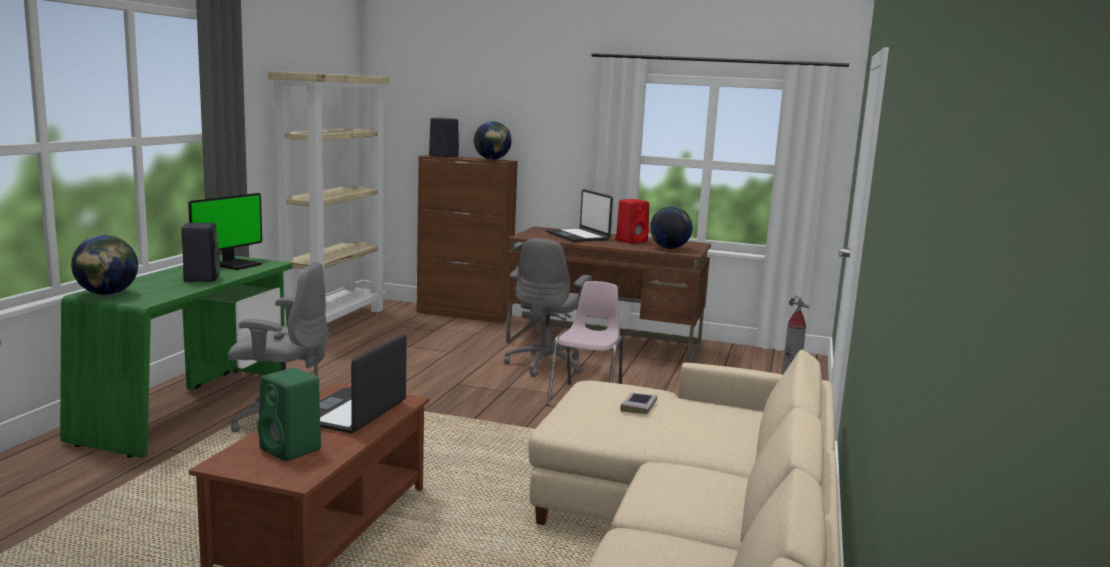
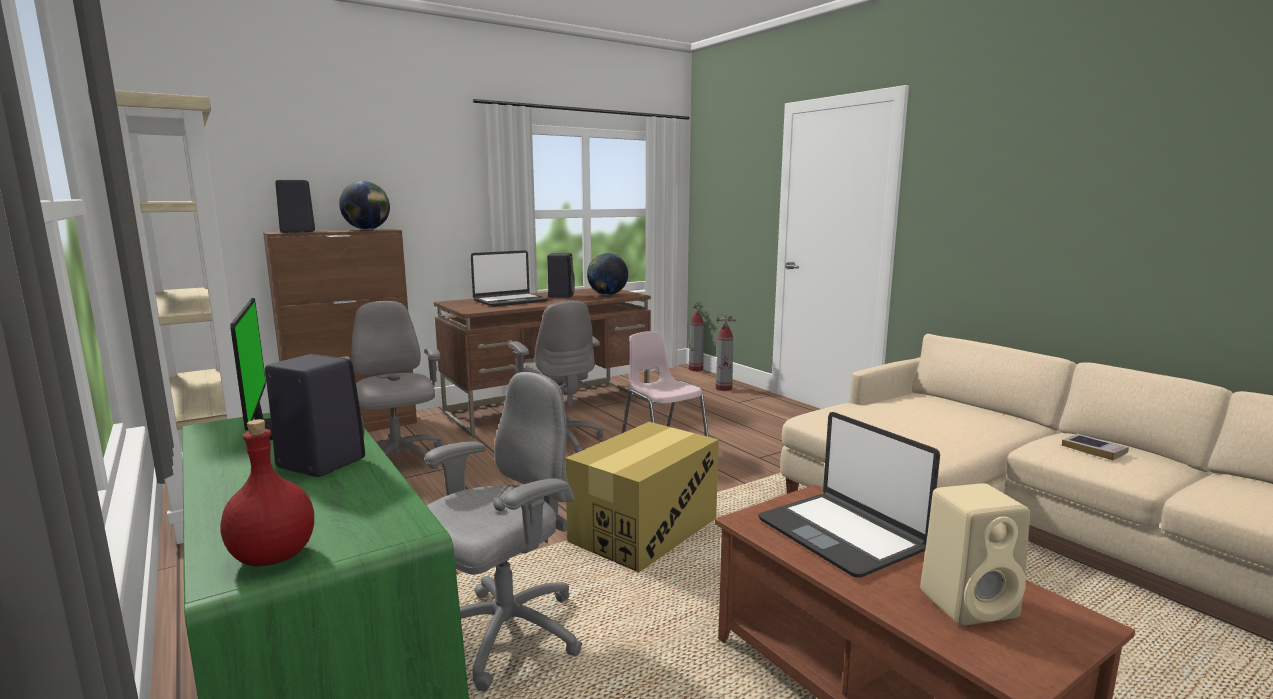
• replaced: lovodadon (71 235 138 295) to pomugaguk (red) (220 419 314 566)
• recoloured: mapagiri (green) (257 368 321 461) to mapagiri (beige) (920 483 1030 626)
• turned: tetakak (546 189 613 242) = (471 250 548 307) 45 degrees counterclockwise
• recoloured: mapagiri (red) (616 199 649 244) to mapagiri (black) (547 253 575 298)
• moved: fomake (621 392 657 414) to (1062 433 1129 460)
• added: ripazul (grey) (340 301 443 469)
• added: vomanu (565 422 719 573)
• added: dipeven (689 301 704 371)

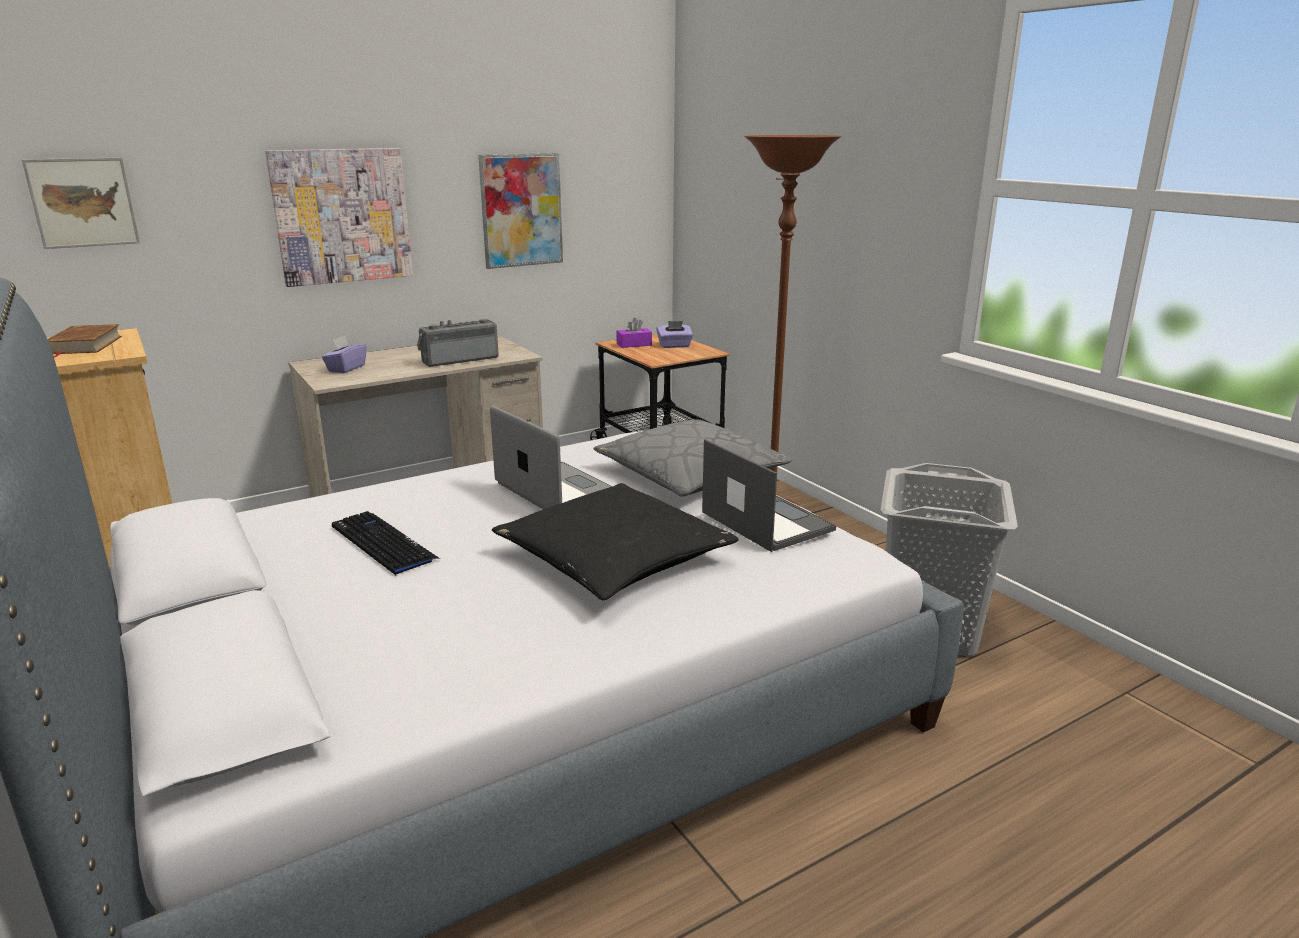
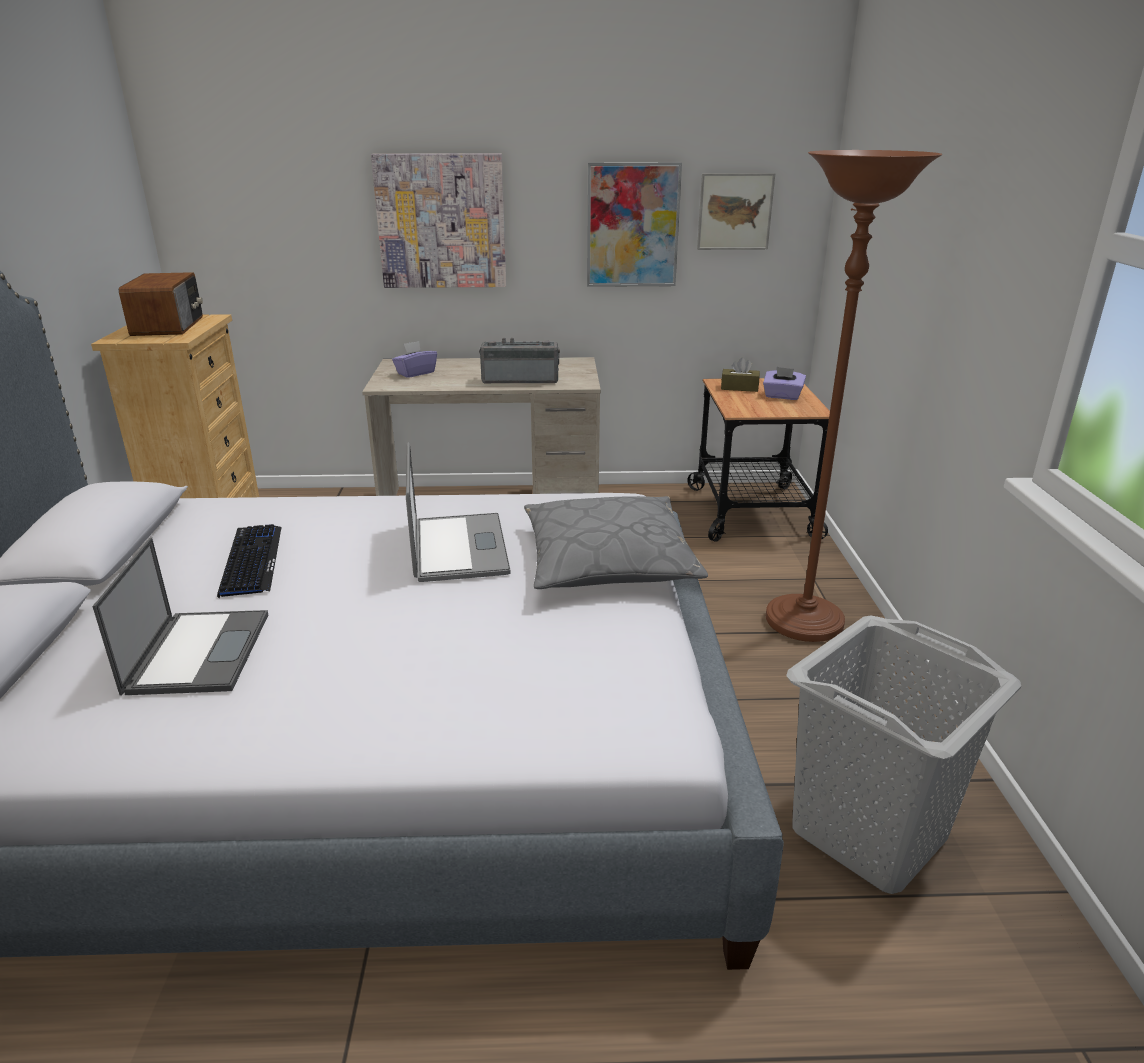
• moved: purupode (22 157 140 249) to (697 173 775 250)
• replaced: fomake (brown) (47 324 122 358) to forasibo (119 272 203 336)
• removed: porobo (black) (492 483 739 600)
• recoloured: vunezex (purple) (616 318 652 348) to vunezex (brown) (721 357 760 392)
• moved: tetakak (702 439 836 552) to (92 538 268 696)

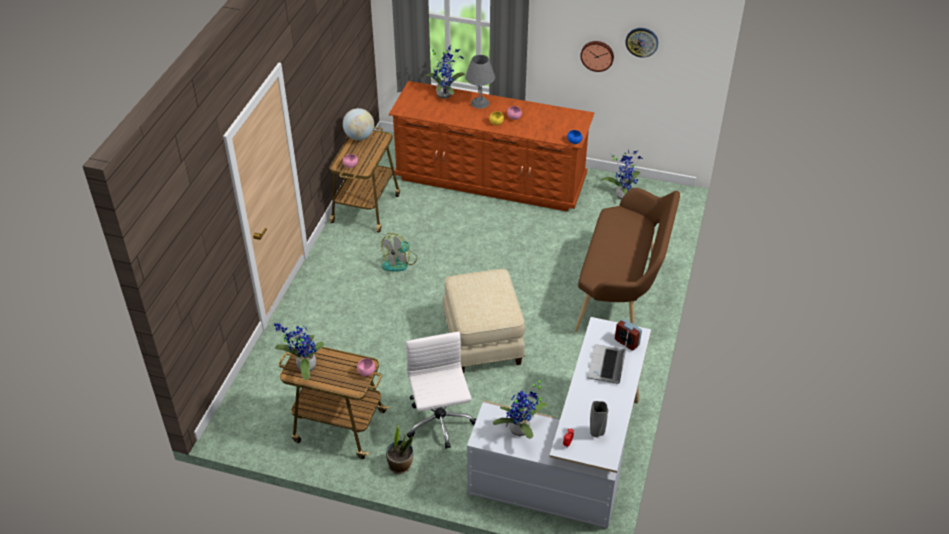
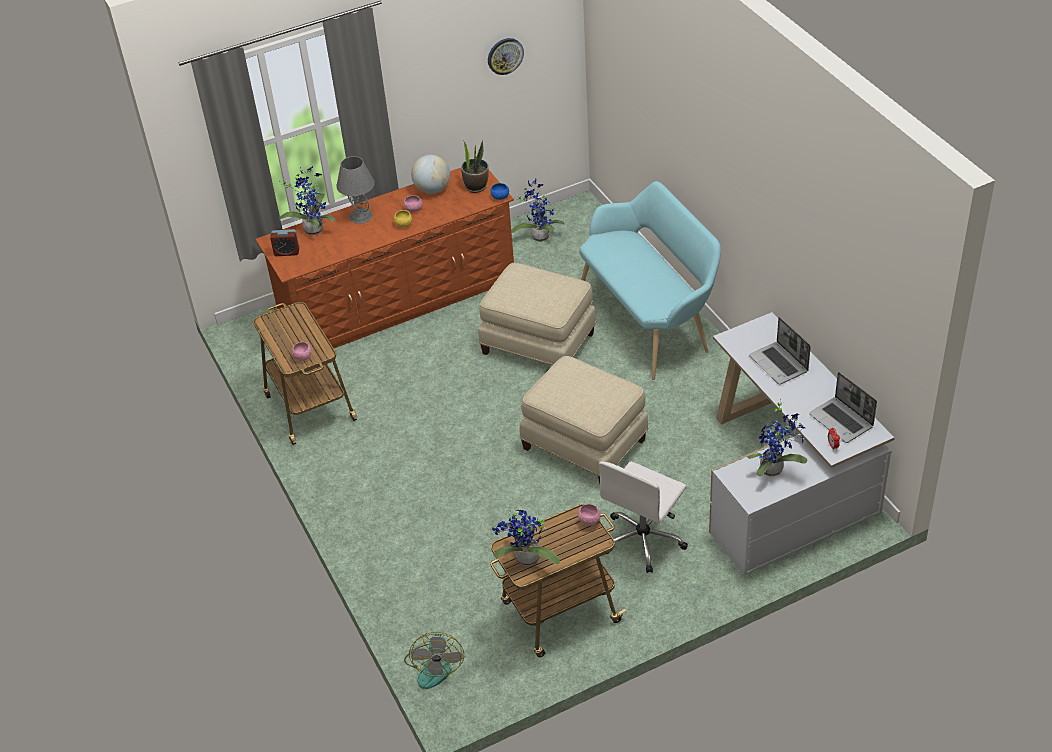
• moved: lovodadon (343 108 374 140) to (411 155 450 194)
• moved: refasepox (381 233 417 272) to (404 632 464 689)
• moved: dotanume (386 425 414 474) to (461 140 489 193)
• turned: ripazul (white) (406 332 476 449) = (599 461 688 573) 90 degrees counterclockwise
• recoloured: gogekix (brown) (575 188 680 332) to gogekix (turquoise) (579 181 721 380)
• removed: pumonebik (580 41 614 72)
• replaced: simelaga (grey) (590 401 608 437) to tetakak (809 372 877 443)
• moved: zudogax (615 319 642 351) to (270 229 299 256)
• added: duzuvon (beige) (479 263 596 366)

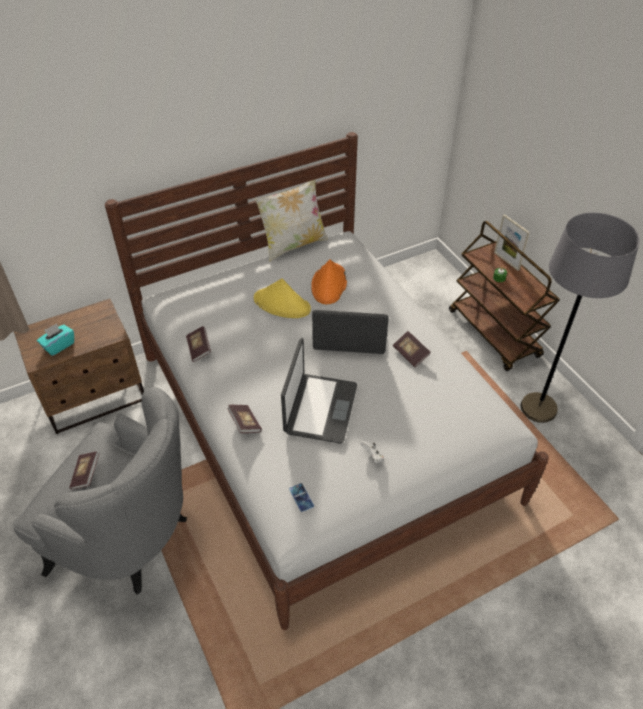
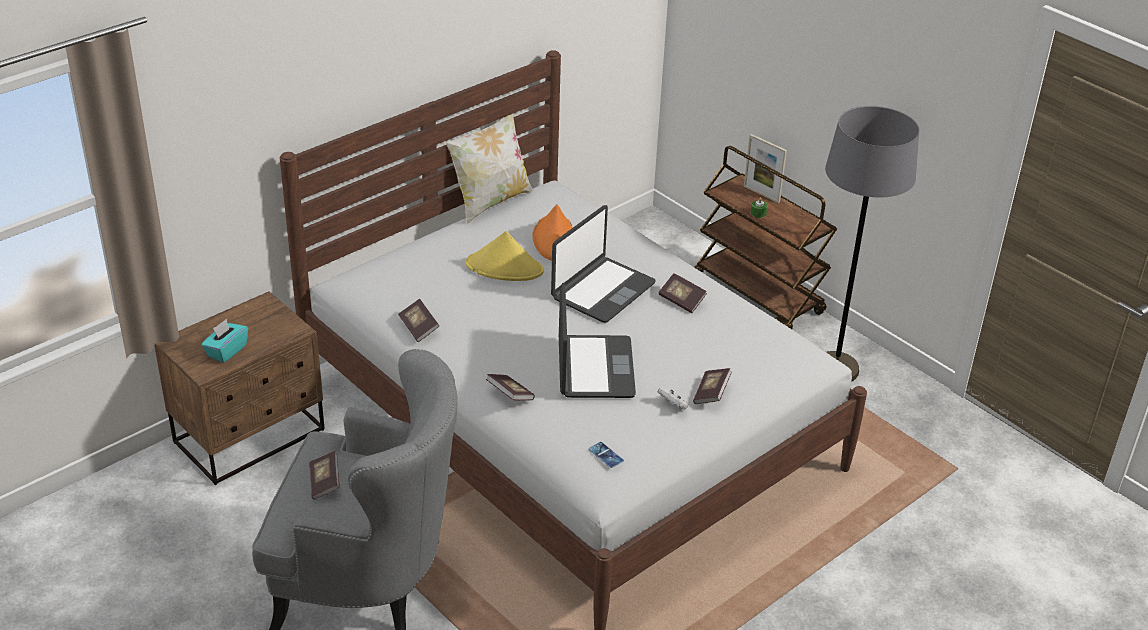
• turned: tetakak (312 310 389 354) = (551 205 656 323) 135 degrees clockwise
• added: fomake (693 368 732 404)

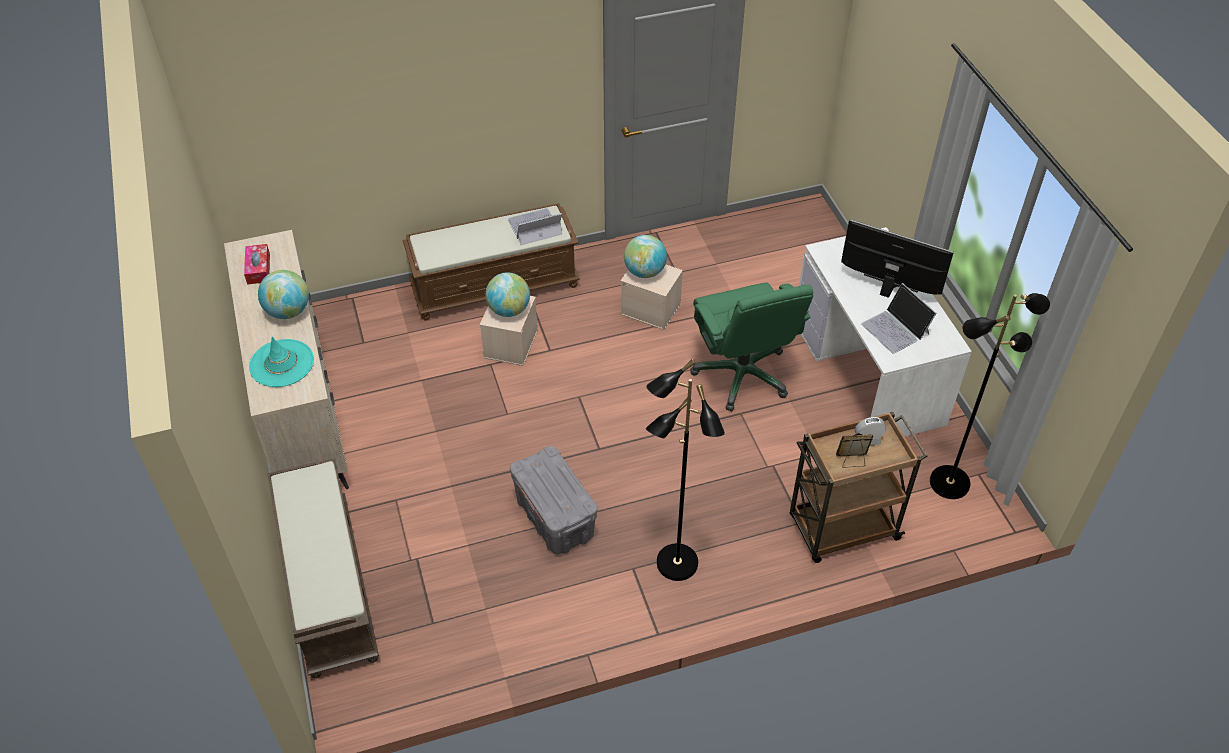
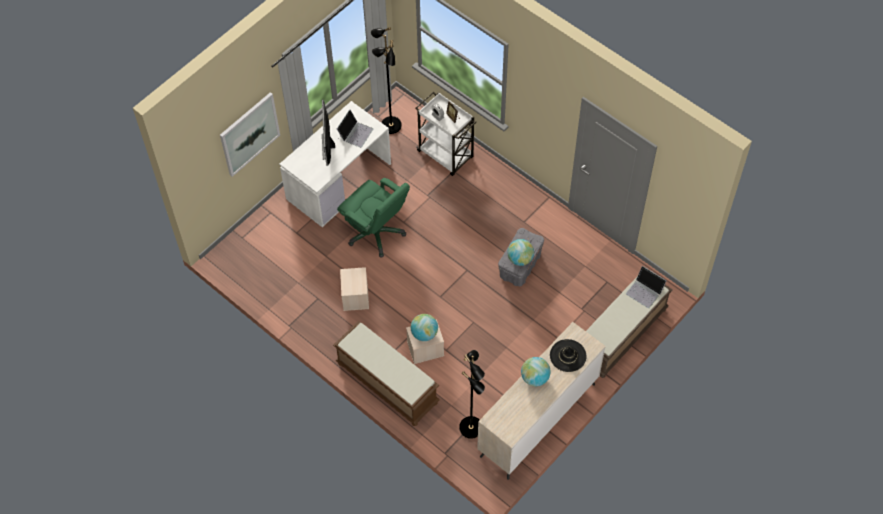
• removed: vunezex (244 244 270 285)
• recoloured: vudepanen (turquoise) (249 336 314 387) to vudepanen (black) (550 339 587 372)
• moved: tetakak (508 208 562 245) to (626 266 667 308)
• moved: lovodadon (624 235 667 278) to (507 239 534 266)
• moved: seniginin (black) (645 359 725 581) to (459 350 485 439)
• turned: ripazul (green) (690 282 813 411) = (337 178 410 258) 90 degrees clockwise
• recoloured: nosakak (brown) (790 412 928 563) to nosakak (white) (416 92 476 176)
• added: purupode (220 92 280 177)

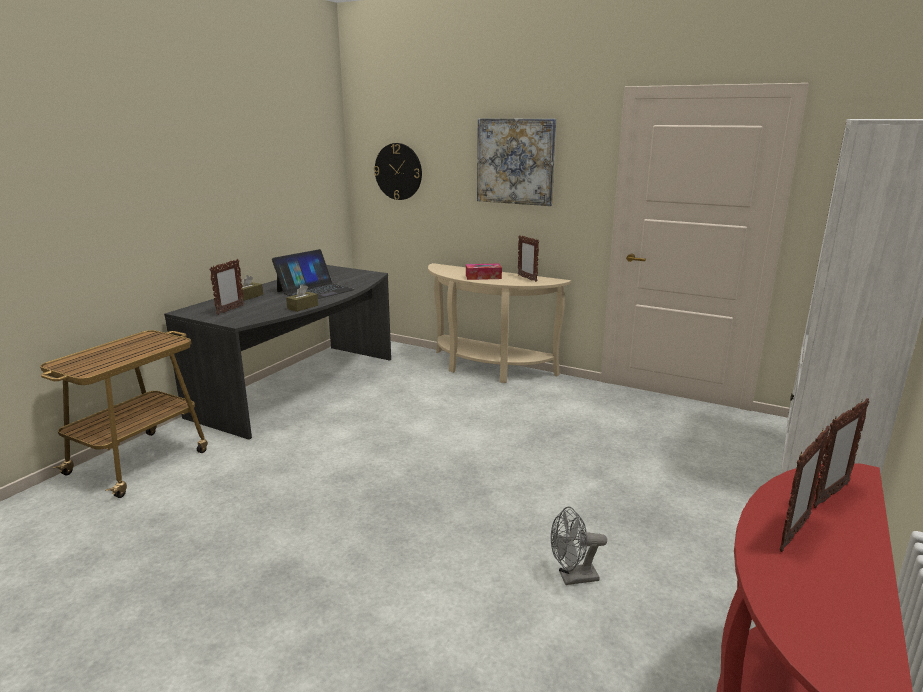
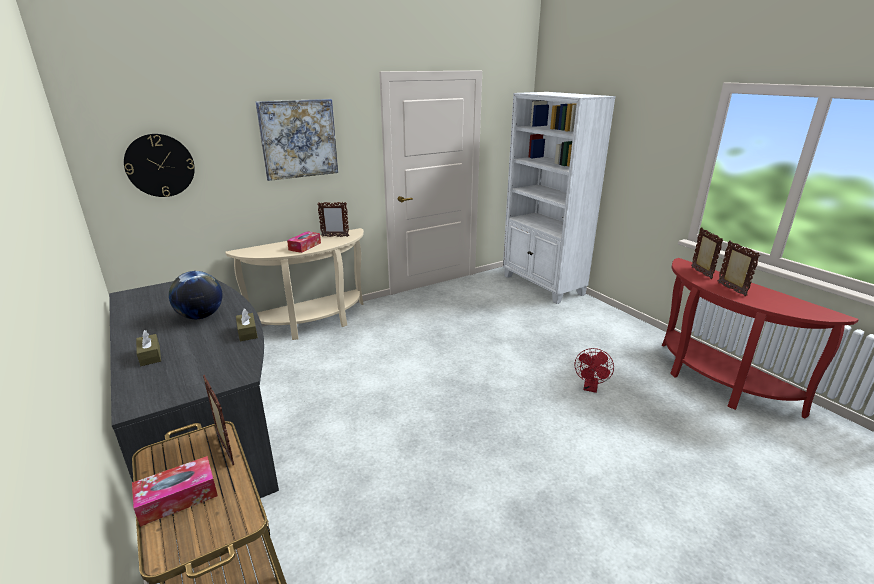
• moved: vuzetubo (209 259 245 315) to (203 375 234 465)
• replaced: tetakak (272 249 355 299) to lovodadon (169 271 222 319)
• recoloured: refasepox (grey) (551 506 607 585) to refasepox (red) (575 348 614 393)
• added: vunezex (132 456 218 527)

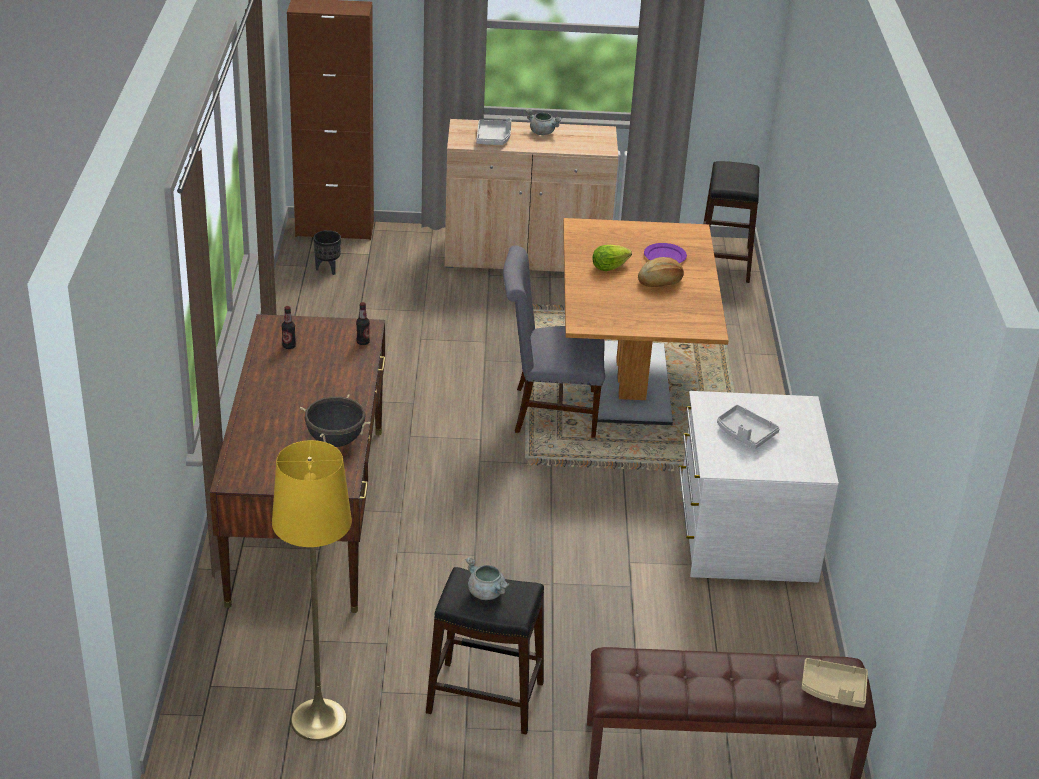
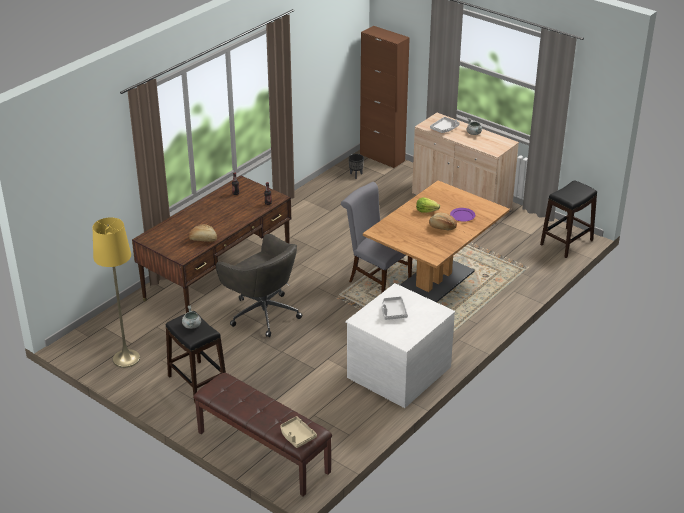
• replaced: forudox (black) (300 395 371 447) to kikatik (189 224 217 242)
• added: ripazul (grey) (216 234 302 337)

